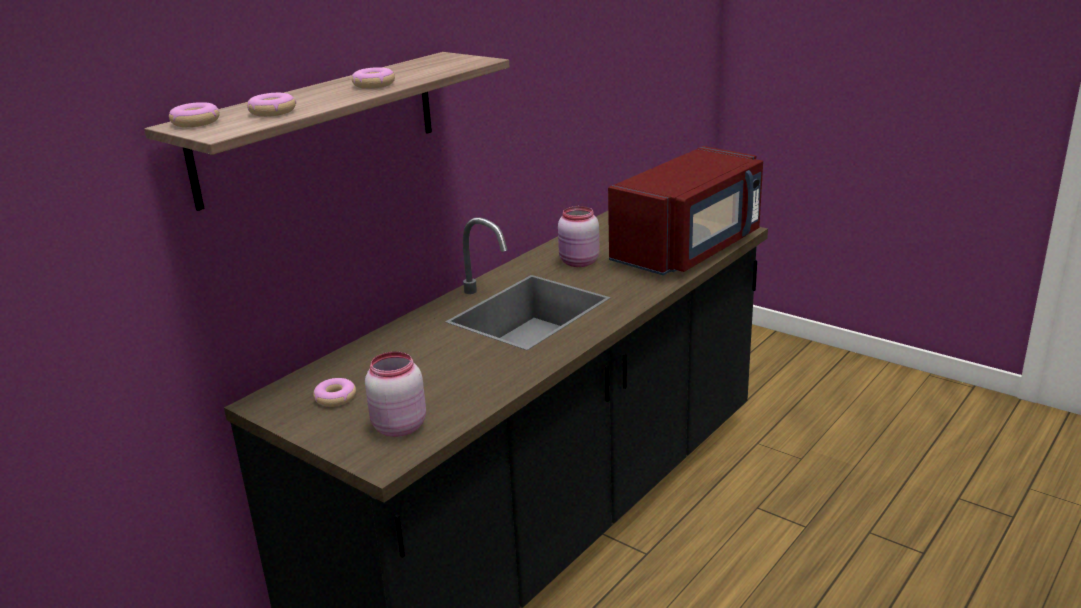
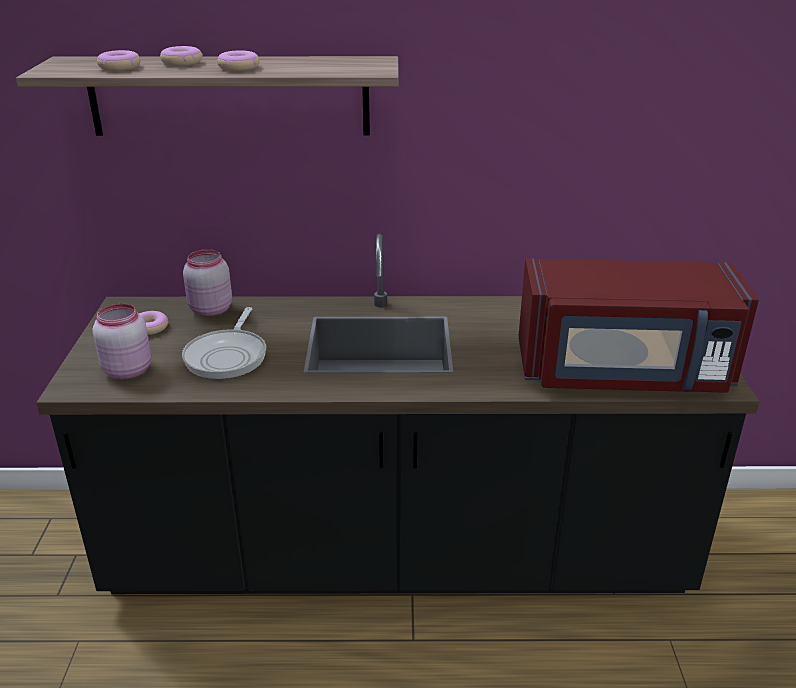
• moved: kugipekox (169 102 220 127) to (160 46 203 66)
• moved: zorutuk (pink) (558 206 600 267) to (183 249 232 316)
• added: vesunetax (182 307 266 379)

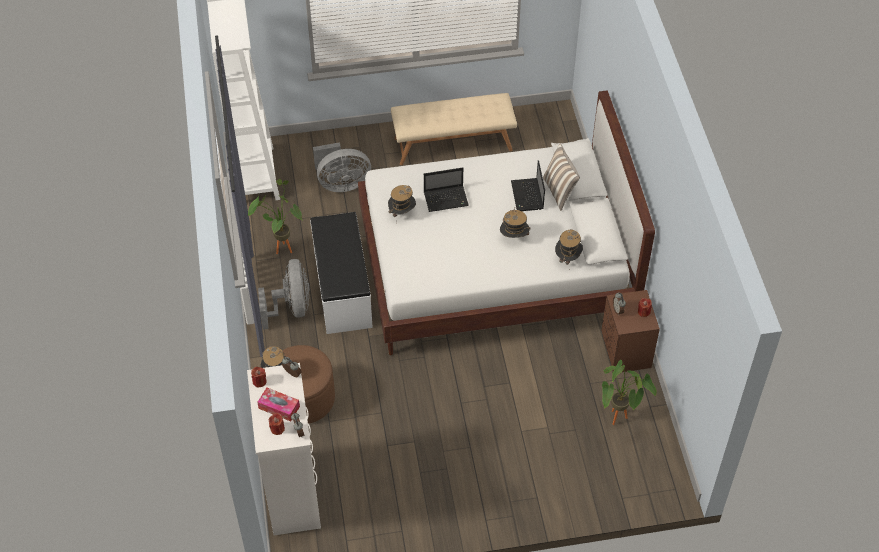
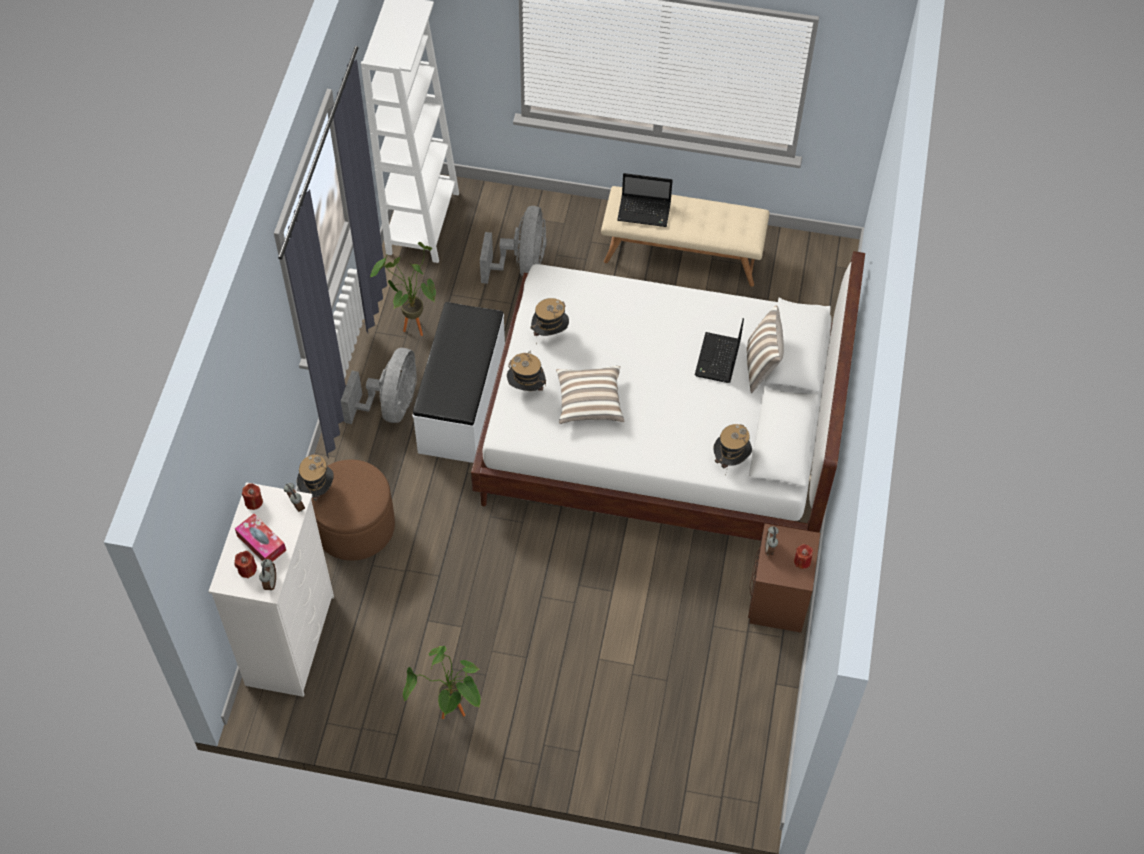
• turned: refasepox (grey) (313 142 371 192) = (480 206 547 284) 90 degrees counterclockwise
• moved: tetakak (424 167 469 212) to (617 173 673 227)
• moved: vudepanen (500 208 531 238) to (507 351 546 391)
• moved: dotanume (602 360 657 425) to (403 646 481 719)
• added: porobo (556 366 625 424)

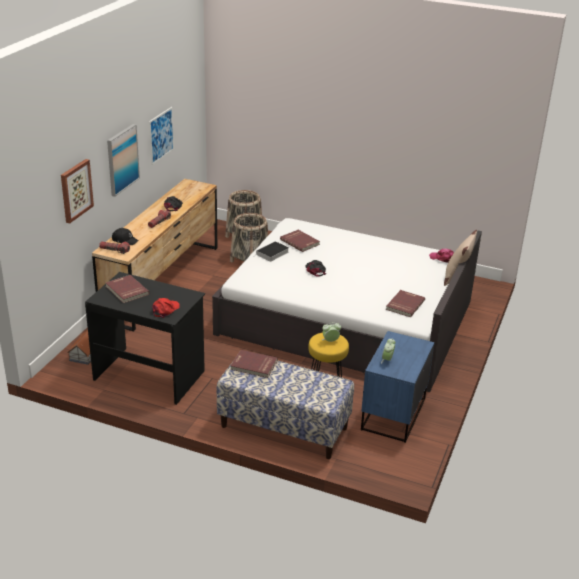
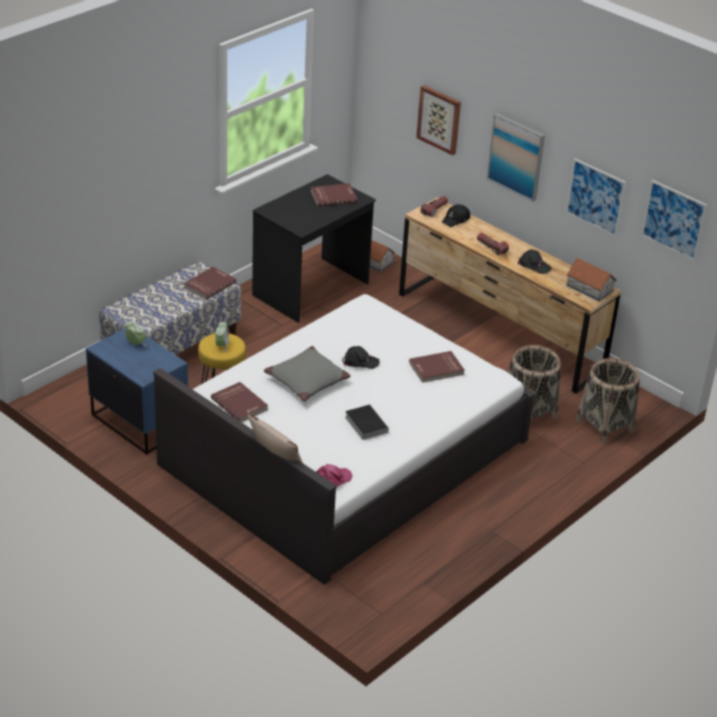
• removed: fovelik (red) (152 298 180 318)
• moved: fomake (256 241 289 262) to (345 405 389 440)
• added: porobo (grey) (264 346 350 402)
• added: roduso (566 258 617 301)
• added: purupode (641 180 707 261)

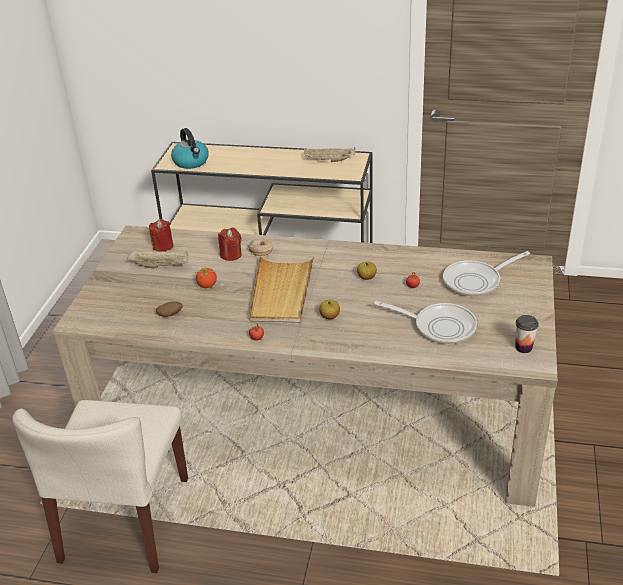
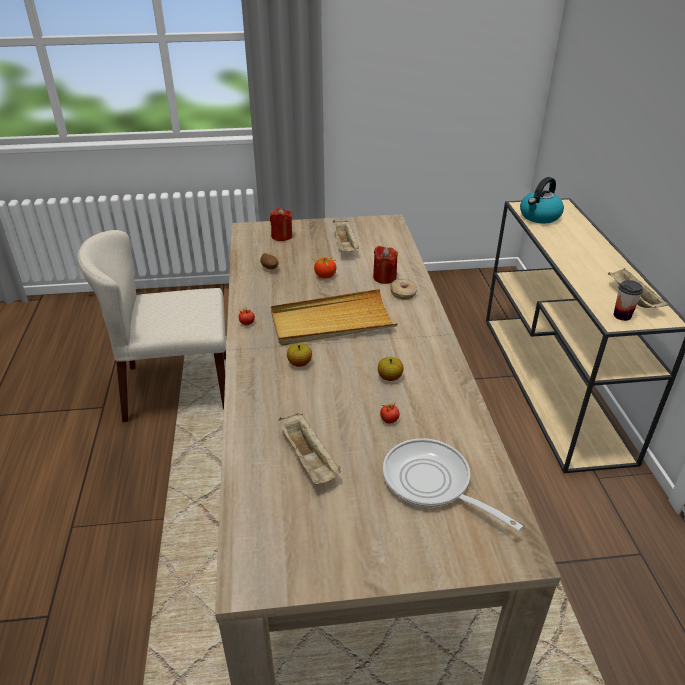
• moved: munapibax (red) (149 219 173 252) to (270 208 292 241)
• replaced: vesunetax (374 301 477 344) to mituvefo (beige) (279 413 341 484)
• moved: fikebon (515 315 539 353) to (614 280 643 321)

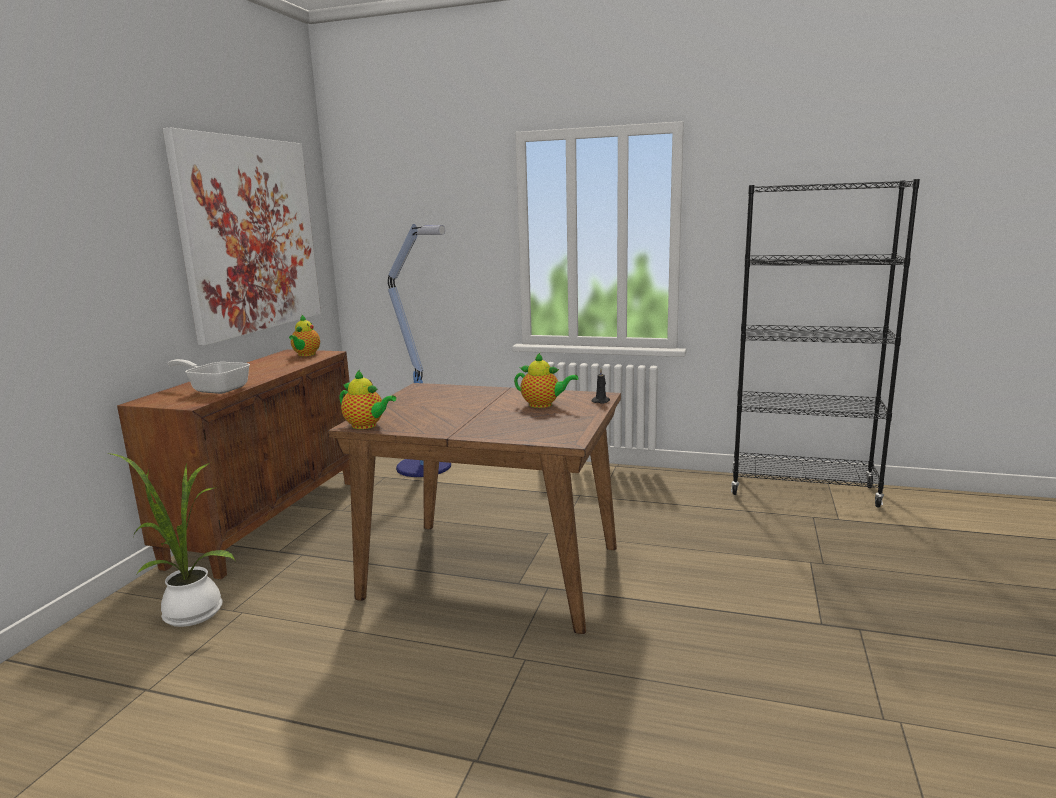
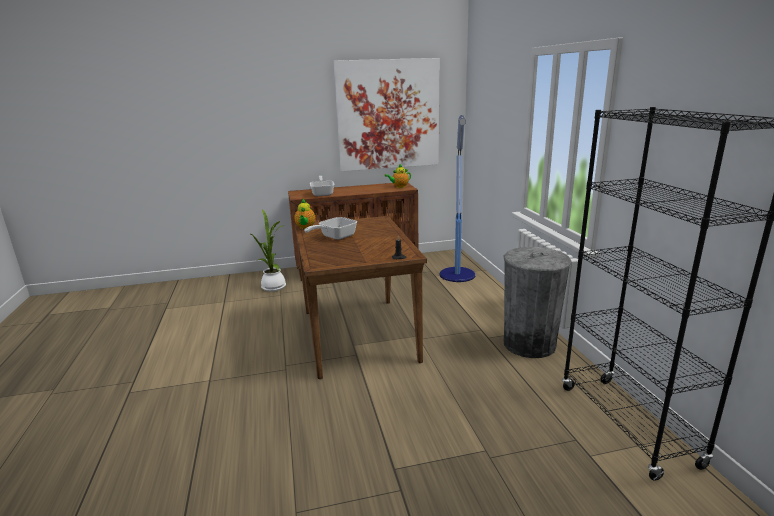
• removed: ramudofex (514 353 578 408)
• added: vesunetax (304 217 357 240)
• added: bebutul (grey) (504 247 572 358)

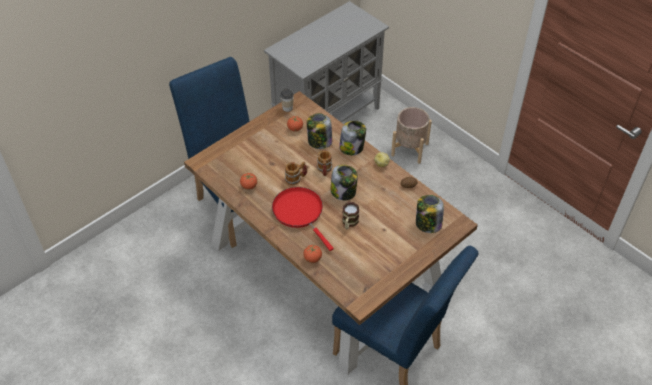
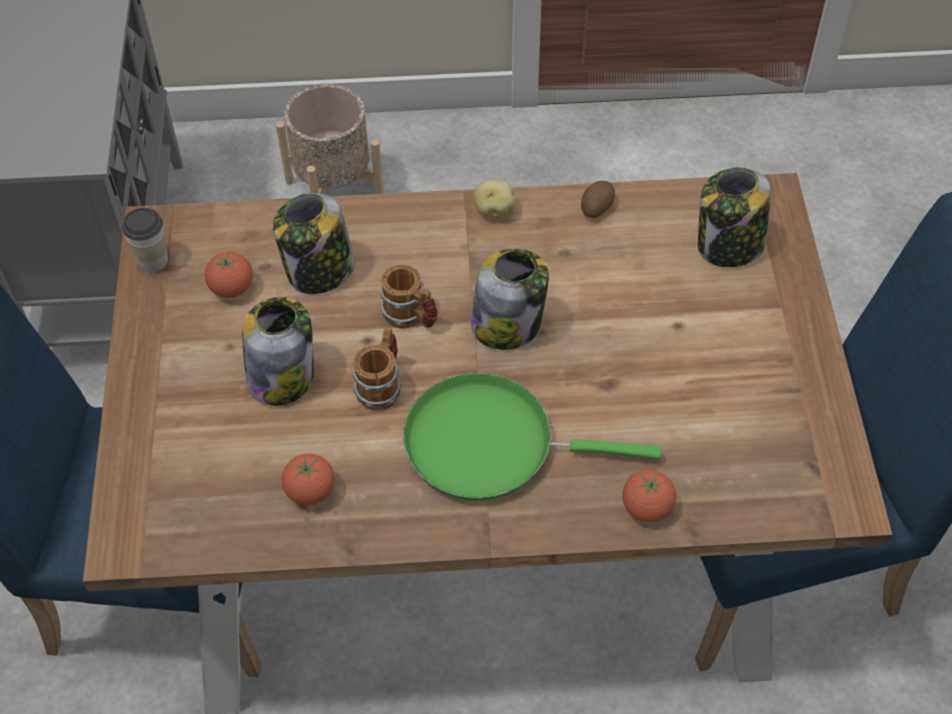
• recoloured: vesunetax (red) (272 187 334 251) to vesunetax (green) (403 373 662 501)
• moved: zorutuk (339 121 366 155) to (242 297 314 406)
• removed: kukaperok (342 202 359 229)

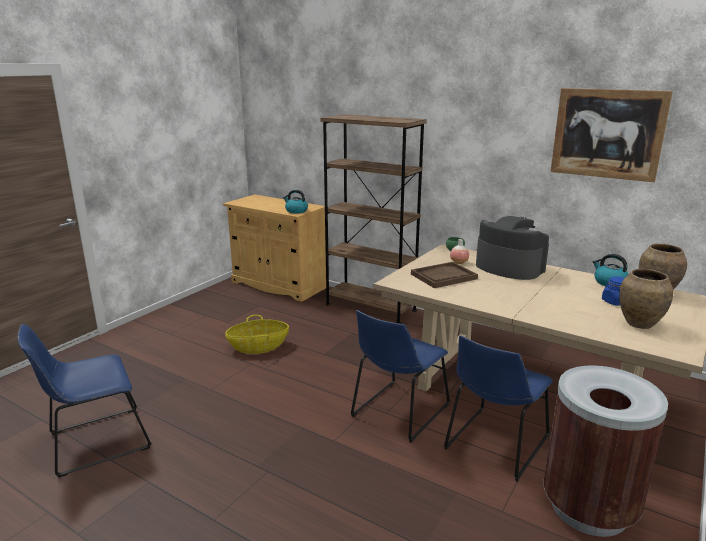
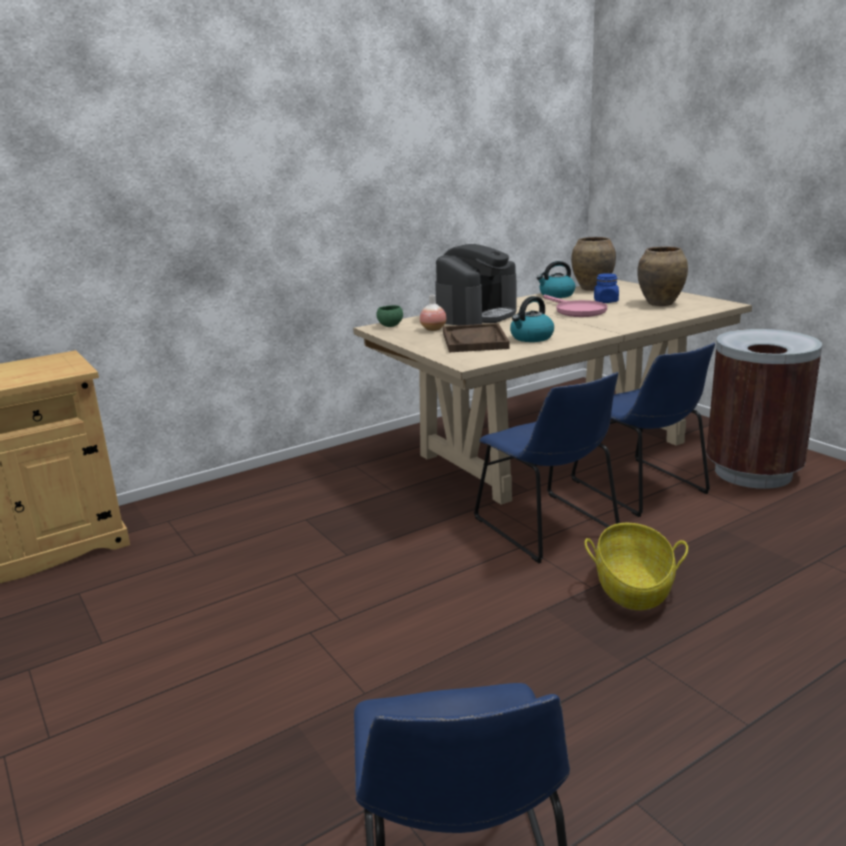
• moved: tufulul (225 315 289 354) to (585 523 688 610)
• moved: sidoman (283 190 308 214) to (510 296 554 342)
• removed: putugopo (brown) (320 114 427 324)
• turned: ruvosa (476 216 549 280) = (435 244 516 325) 150 degrees clockwise
• removed: purupode (551 88 673 182)
• added: vesunetax (pink) (543 295 607 317)

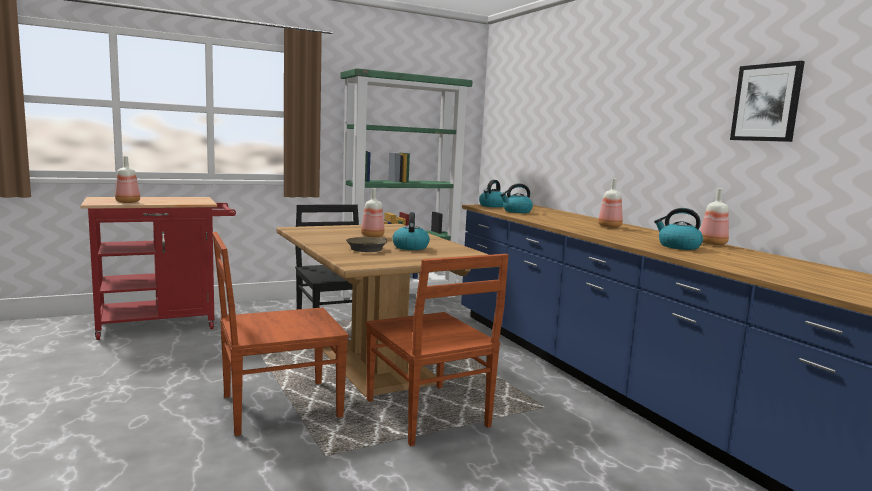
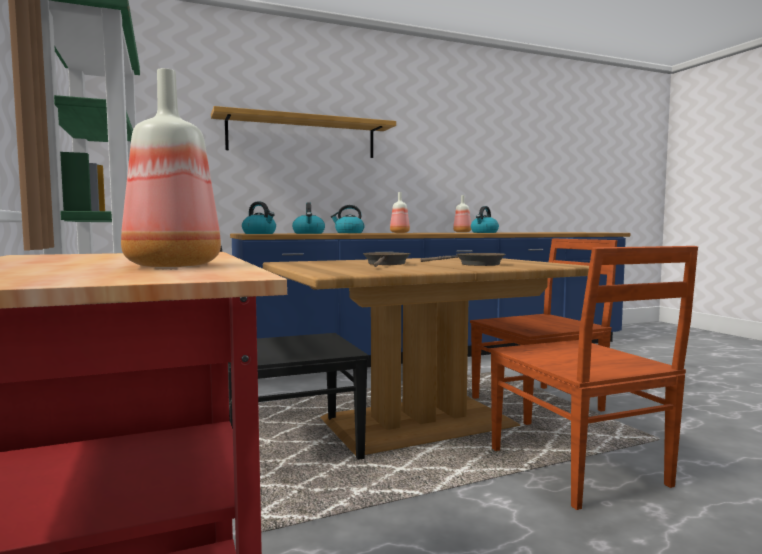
• replaced: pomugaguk (361 188 385 237) to vesunetax (brown) (363 252 411 267)
• moved: sidoman (393 212 430 250) to (331 205 364 233)
• removed: purupode (730 61 805 142)
• added: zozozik (211 106 396 158)

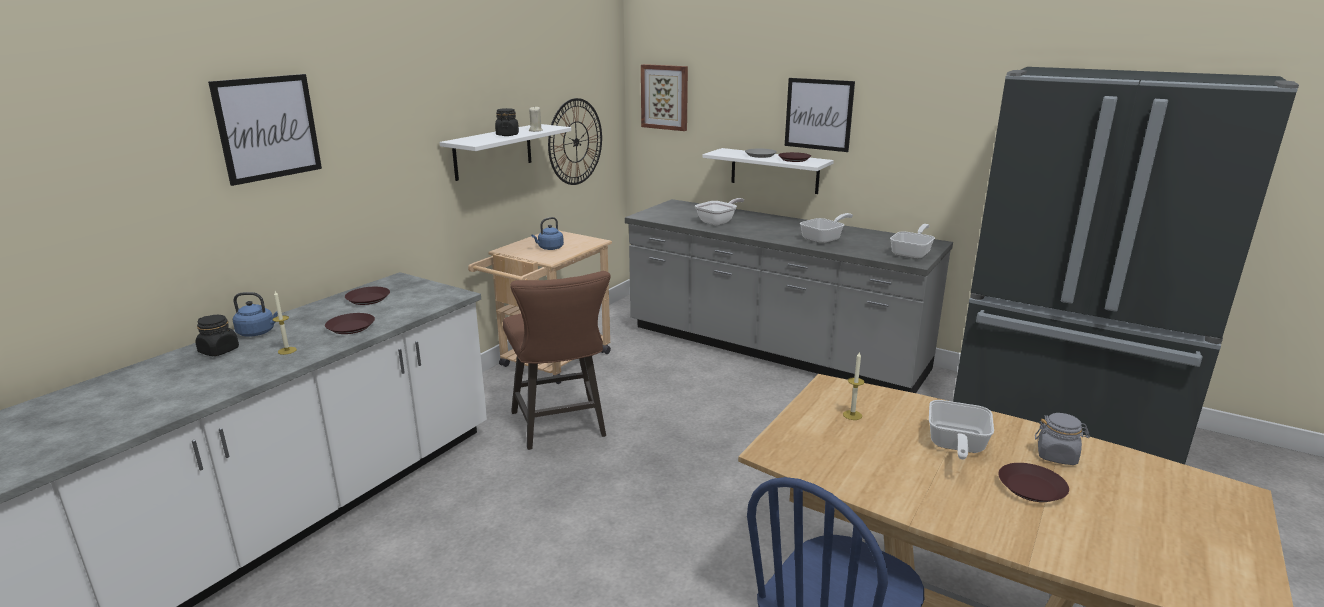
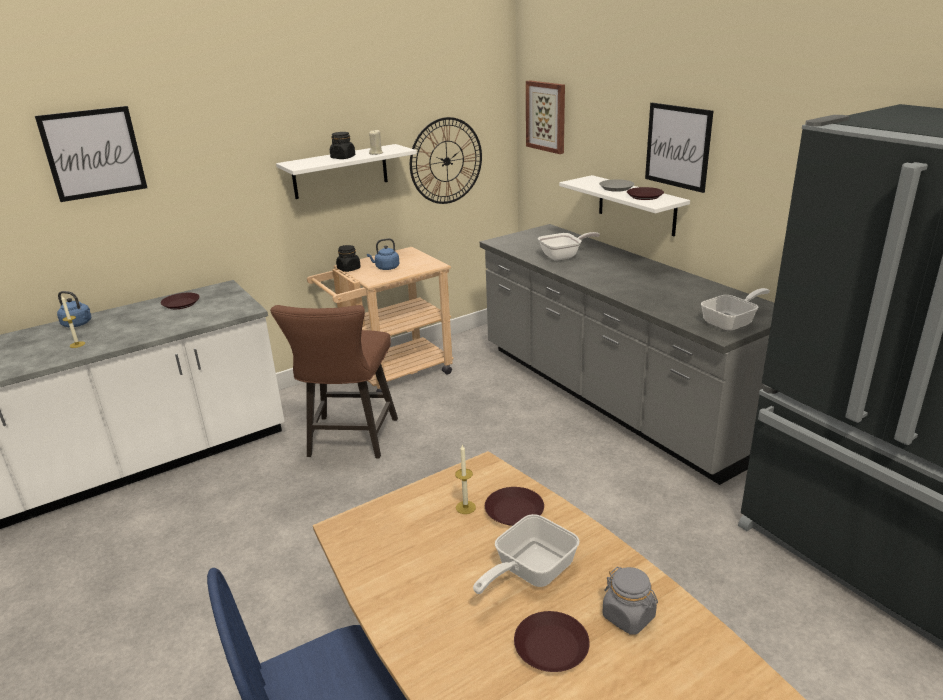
• moved: zorutuk (black) (195 315 239 356) to (336 245 361 272)
• moved: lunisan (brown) (325 313 375 334) to (485 487 544 526)
• removed: vesunetax (800 213 853 244)

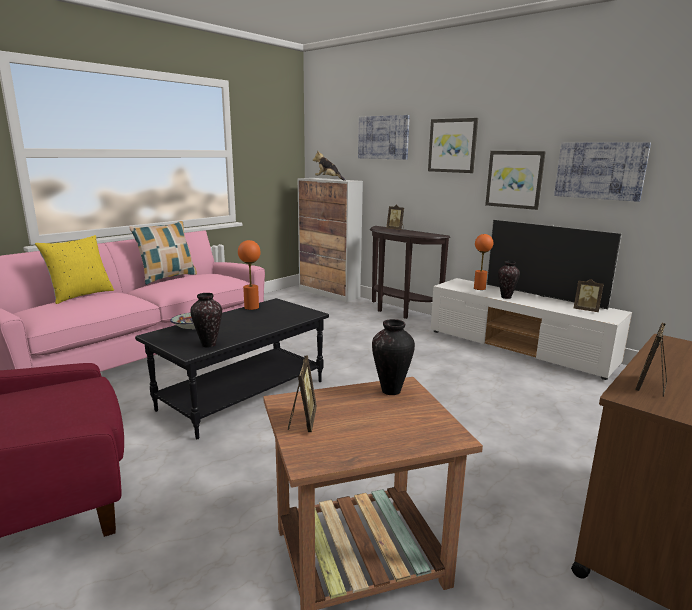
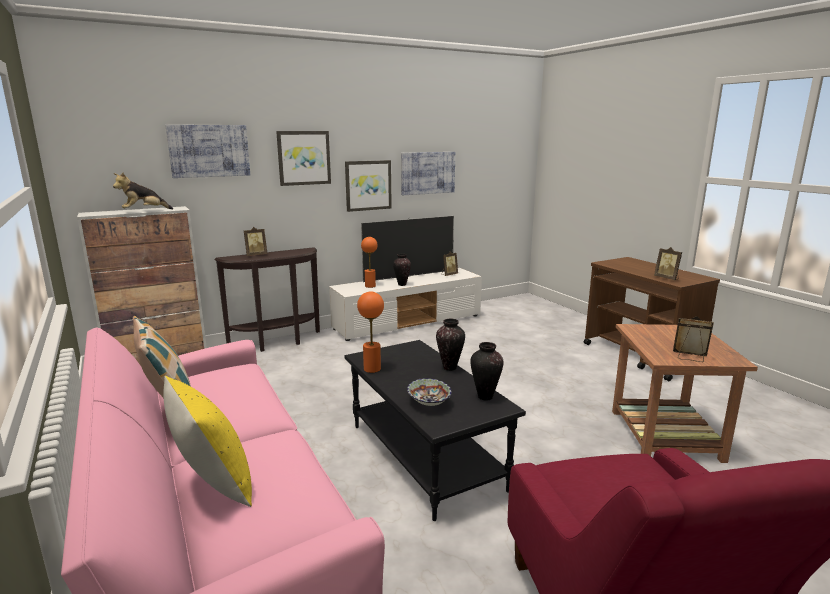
• moved: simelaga (372 319 415 395) to (436 319 465 371)

